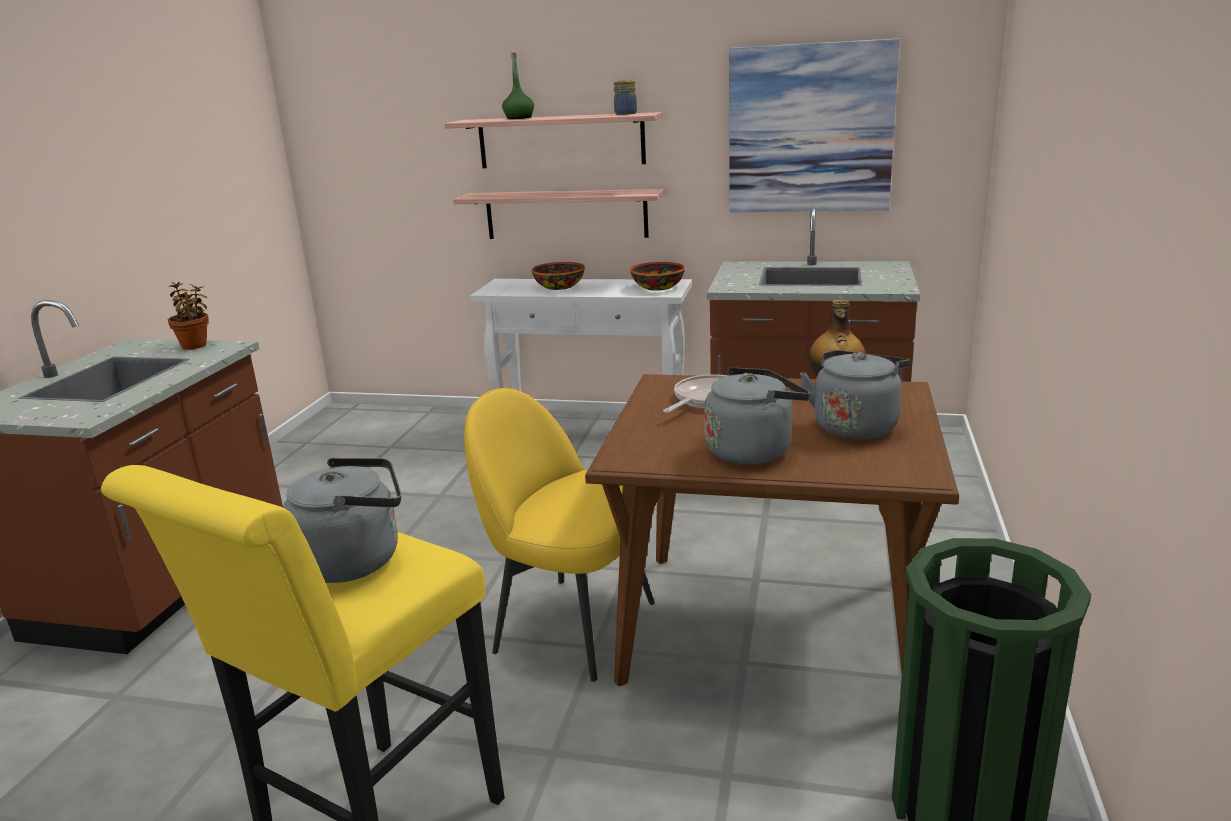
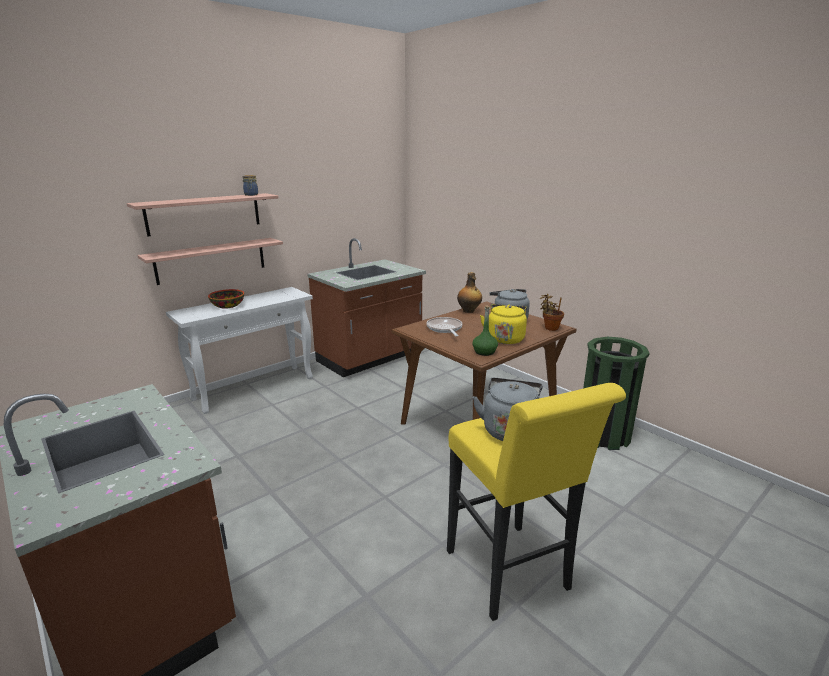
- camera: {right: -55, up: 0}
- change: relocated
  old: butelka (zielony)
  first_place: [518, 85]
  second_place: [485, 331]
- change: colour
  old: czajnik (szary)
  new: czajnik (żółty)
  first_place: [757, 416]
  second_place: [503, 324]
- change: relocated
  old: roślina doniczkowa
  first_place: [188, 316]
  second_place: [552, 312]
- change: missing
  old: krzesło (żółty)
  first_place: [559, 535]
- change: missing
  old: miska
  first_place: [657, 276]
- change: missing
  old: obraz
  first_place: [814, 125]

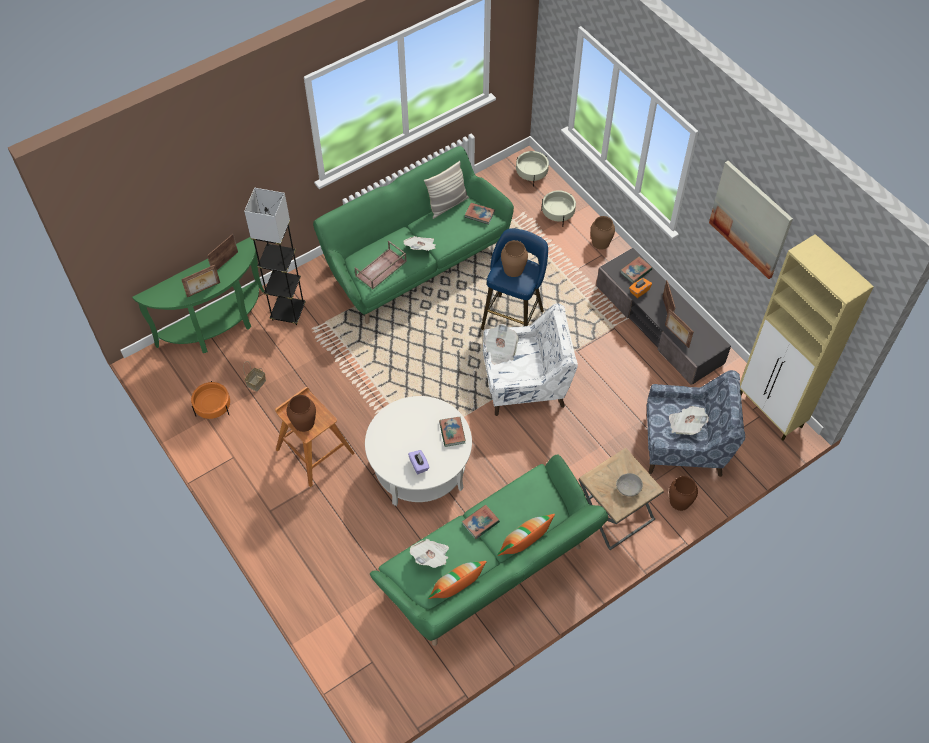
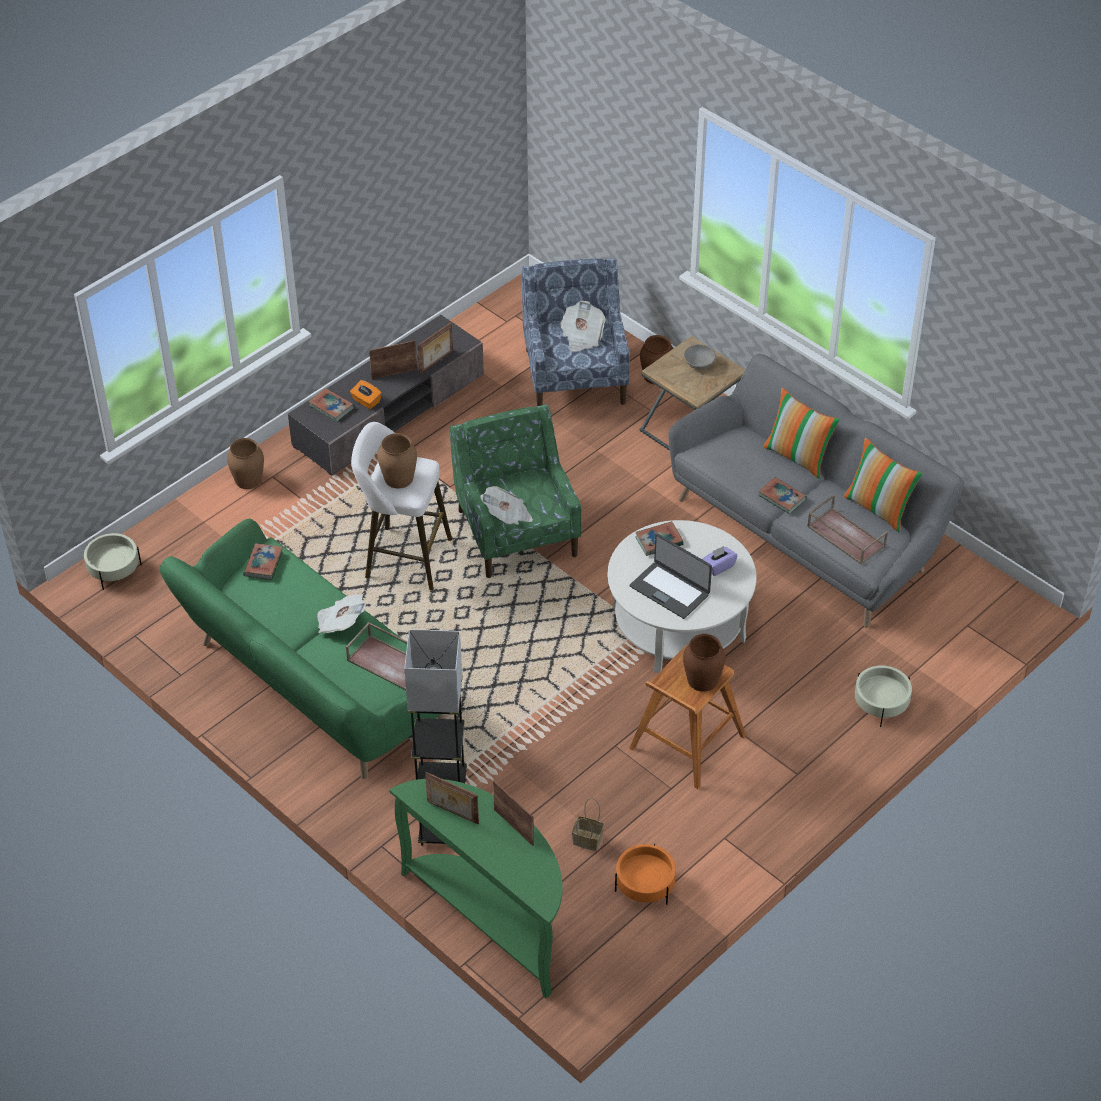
- camera: {right: -100, up: -10}
- change: colour
  old: stołek (niebieski)
  new: stołek (biały)
  first_place: [514, 279]
  second_place: [401, 506]
- change: colour
  old: fotel (biały)
  new: fotel (zielony)
  first_place: [530, 359]
  second_place: [515, 491]
- change: appeared
  new: laptop
  second_place: [671, 576]
- change: colour
  old: kanapa (zielony)
  new: kanapa (szary)
  first_place: [489, 550]
  second_place: [816, 491]
- change: exchanged
  old: gazeta
  new: taca (brązowy)
  first_place: [429, 553]
  second_place: [847, 530]
- change: relocated
  old: donica (beżowy)
  first_place: [558, 208]
  second_place: [883, 696]
- change: missing
  old: poduszka
  first_place: [446, 190]
- change: missing
  old: obraz
  first_place: [751, 220]
- change: missing
  old: szafka (beżowy)
  first_place: [807, 337]

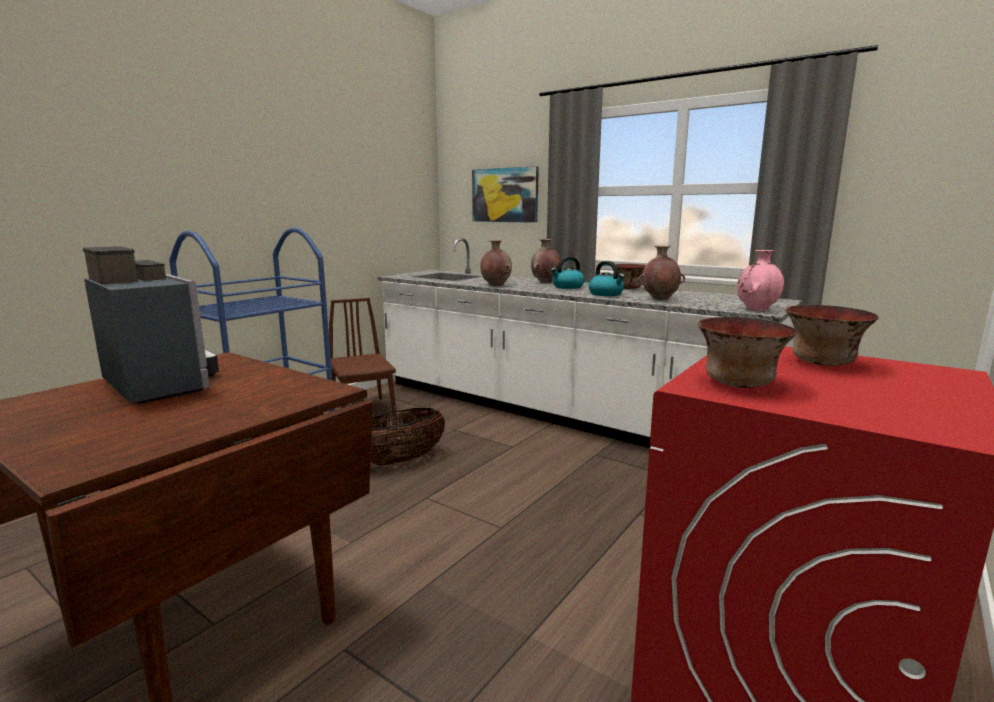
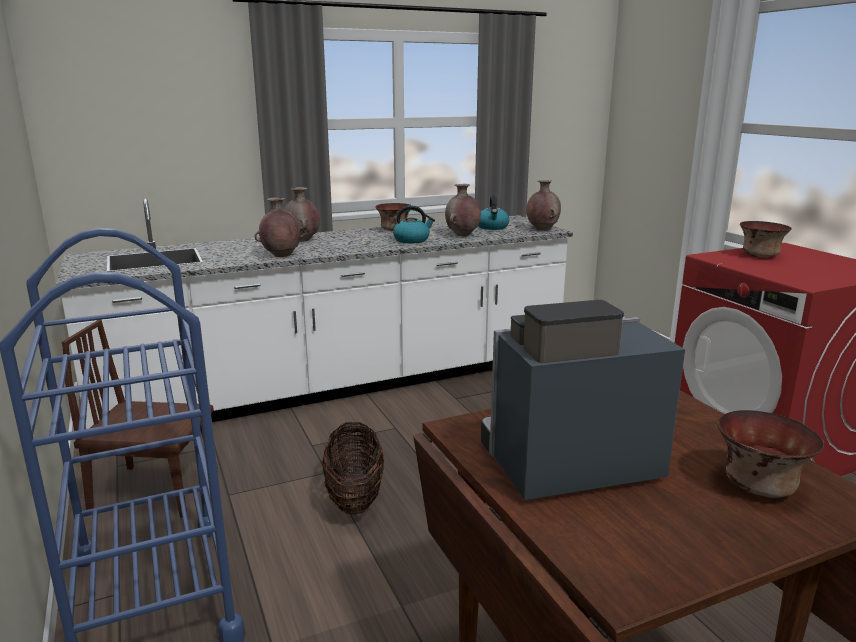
- camera: {right: -60, up: 5}
- change: relocated
  old: czajnik
  first_place: [568, 272]
  second_place: [493, 212]
- change: colour
  old: wazon (różowy)
  new: wazon (brązowy)
  first_place: [760, 280]
  second_place: [543, 205]
- change: relocated
  old: miska
  first_place: [747, 352]
  second_place: [771, 454]
- change: missing
  old: obraz
  first_place: [505, 194]

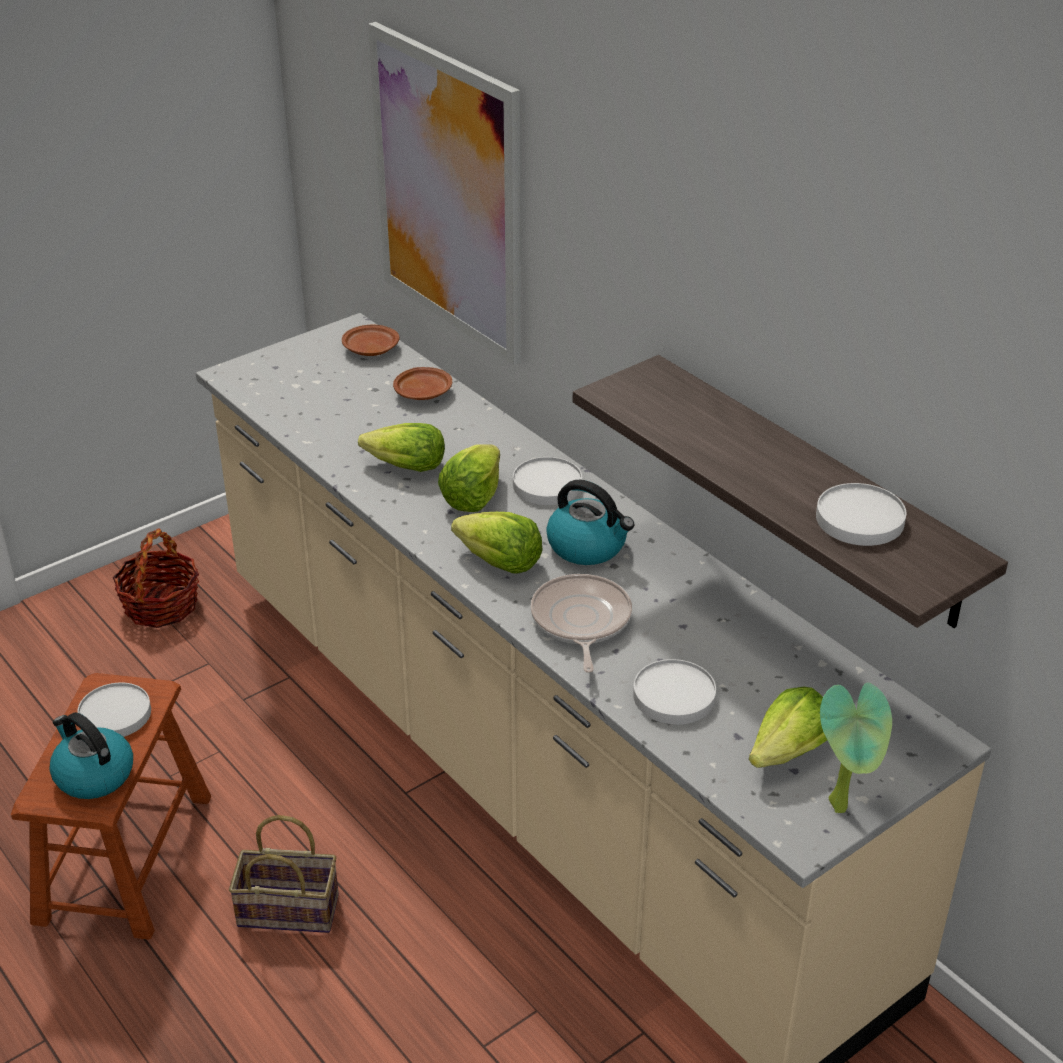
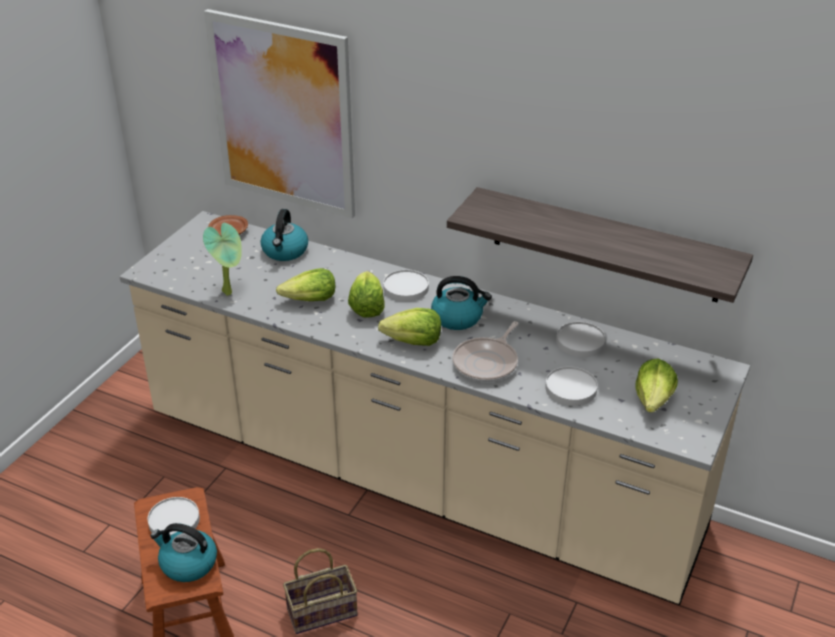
- camera: {right: -25, up: 0}
- change: relocated
  old: roślina doniczkowa
  first_place: [856, 747]
  second_place: [222, 259]
- change: exchanged
  old: talerz (brązowy)
  new: czajnik
  first_place: [422, 383]
  second_place: [284, 235]
- change: spun
  old: patelnia
  first_place: [581, 623]
  second_place: [485, 351]
  degrees: -120
- change: relocated
  old: talerz (biały)
  first_place: [861, 514]
  second_place: [581, 339]
- change: missing
  old: koszyk
  first_place: [156, 578]

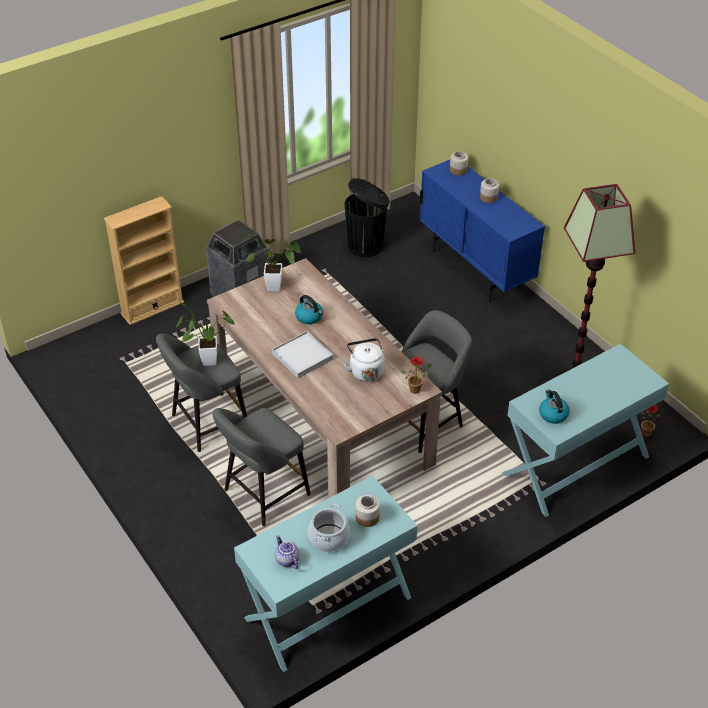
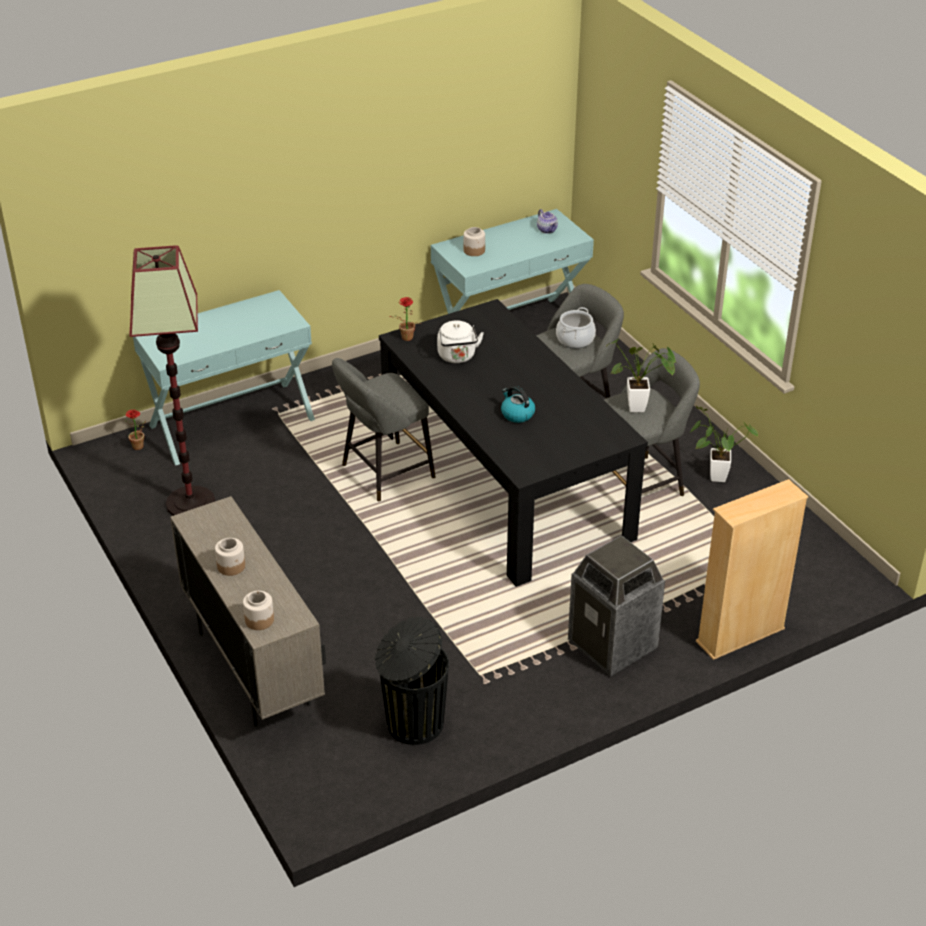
- camera: {right: -175, up: -5}
- change: colour
  old: szafka (niebieski)
  new: szafka (beżowy)
  first_place: [482, 231]
  second_place: [248, 611]
- change: colour
  old: stół jadalny (beżowy)
  new: stół jadalny (czarny)
  first_place: [324, 378]
  second_place: [513, 443]
- change: relocated
  old: garnek
  first_place: [329, 528]
  second_place: [576, 327]
- change: relocated
  old: roślina doniczkowa
  first_place: [272, 261]
  second_place: [723, 444]
- change: missing
  old: taca (biały)
  first_place: [302, 354]
- change: missing
  old: czajnik
  first_place: [554, 407]

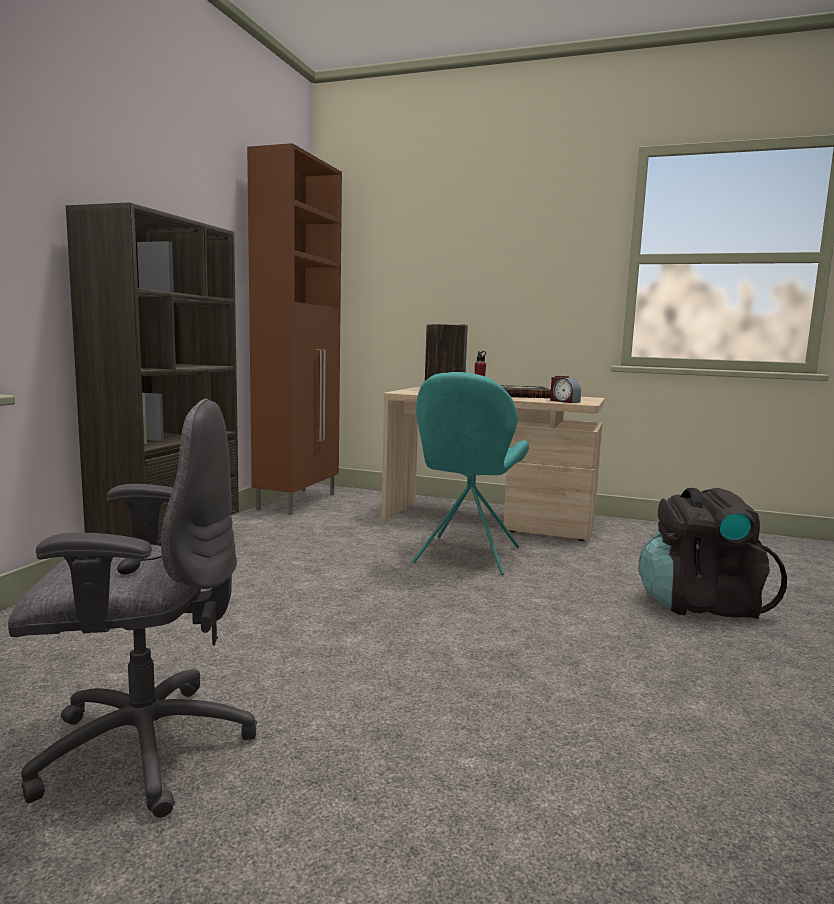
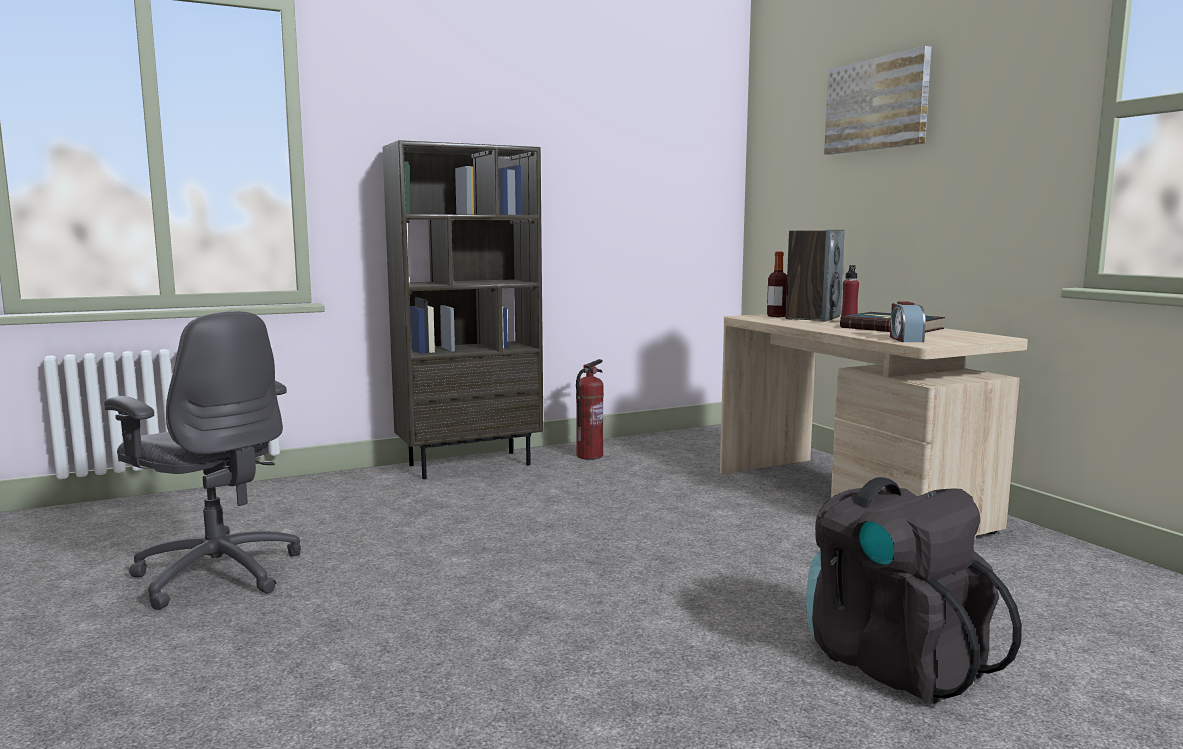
- camera: {right: 45, up: 0}
- change: appeared
  new: gaśnica
  second_place: [590, 409]
- change: appeared
  new: butelka
  second_place: [777, 284]
- change: appeared
  new: obraz
  second_place: [878, 100]
- change: missing
  old: szafka (brązowy)
  first_place: [294, 329]
- change: missing
  old: krzesło (turkusowy)
  first_place: [470, 473]

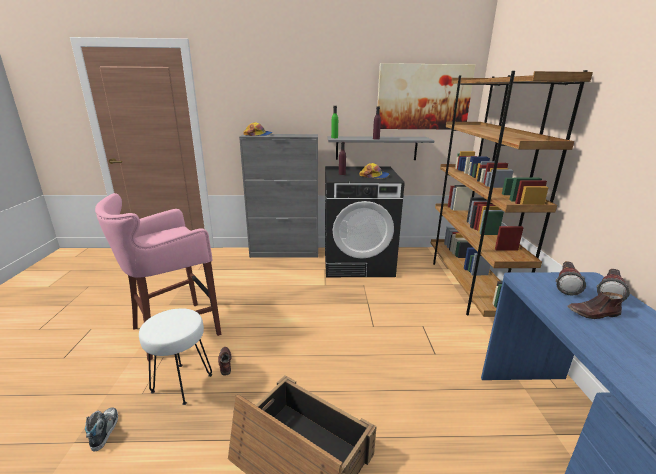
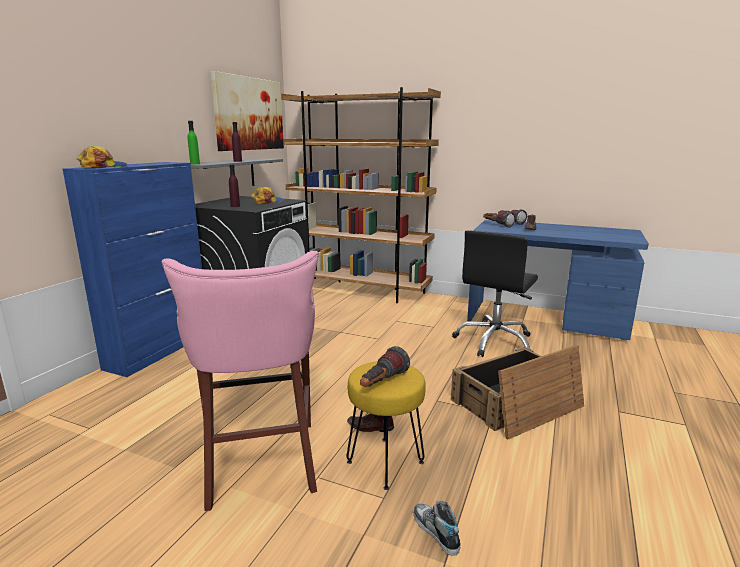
- camera: {right: -65, up: -5}
- change: colour
  old: szafka (szary)
  new: szafka (niebieski)
  first_place: [278, 196]
  second_place: [132, 269]
- change: colour
  old: stołek (biały)
  new: stołek (żółty)
  first_place: [175, 356]
  second_place: [386, 425]
- change: appeared
  new: latarka
  second_place: [385, 366]
- change: spun
  old: but
  first_place: [101, 429]
  second_place: [437, 528]
  degrees: 45
- change: appeared
  new: krzesło biurowe (czarny)
  second_place: [495, 293]

